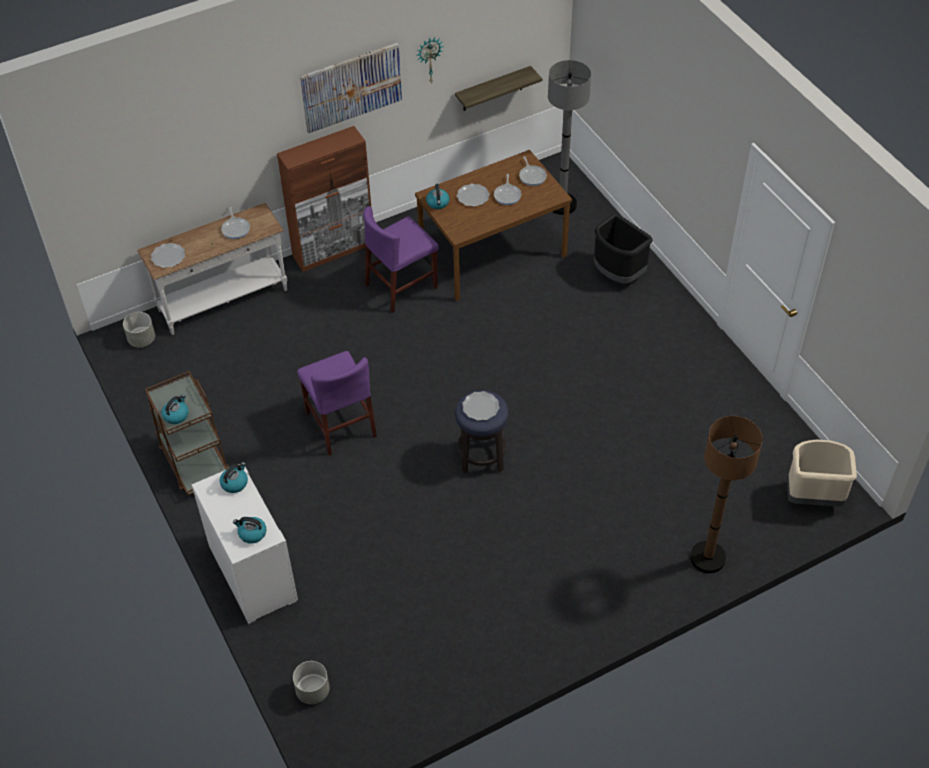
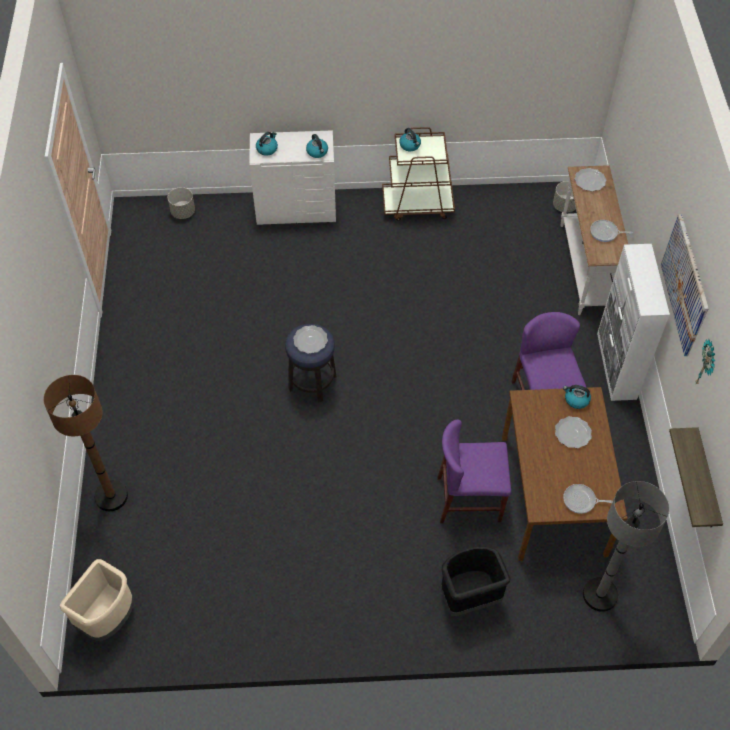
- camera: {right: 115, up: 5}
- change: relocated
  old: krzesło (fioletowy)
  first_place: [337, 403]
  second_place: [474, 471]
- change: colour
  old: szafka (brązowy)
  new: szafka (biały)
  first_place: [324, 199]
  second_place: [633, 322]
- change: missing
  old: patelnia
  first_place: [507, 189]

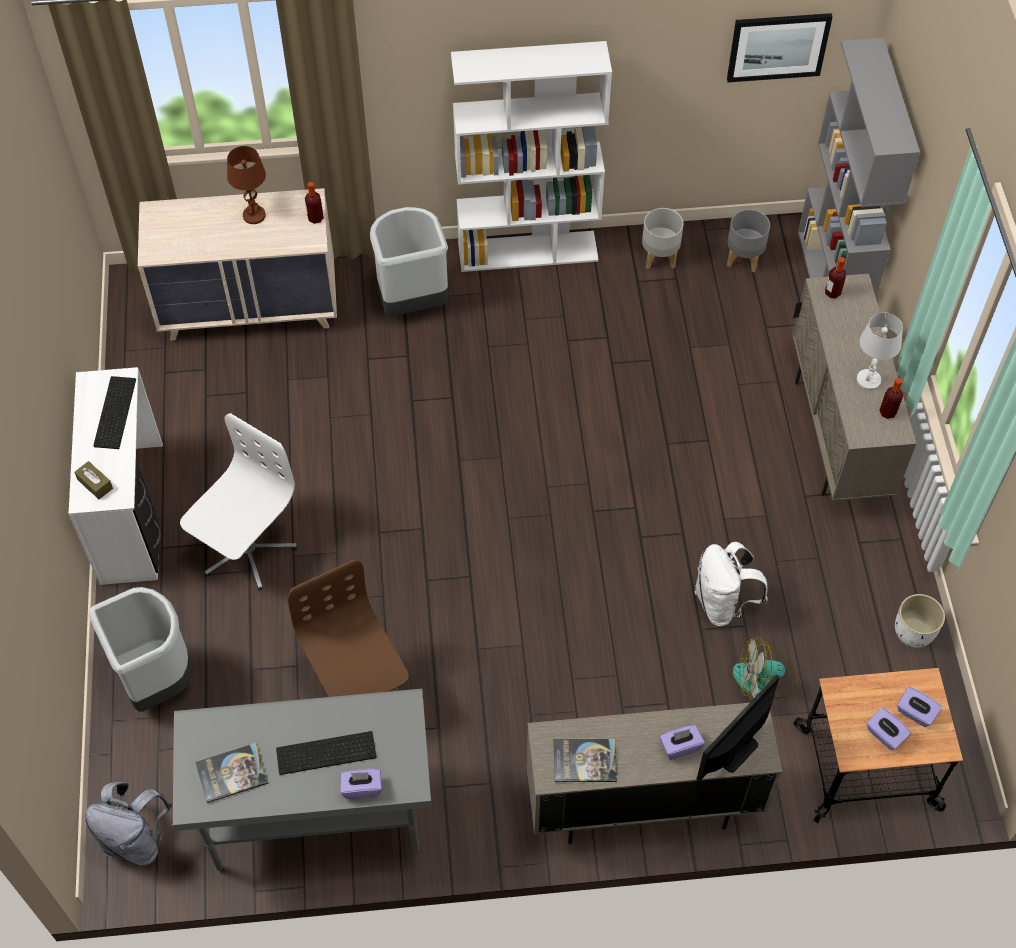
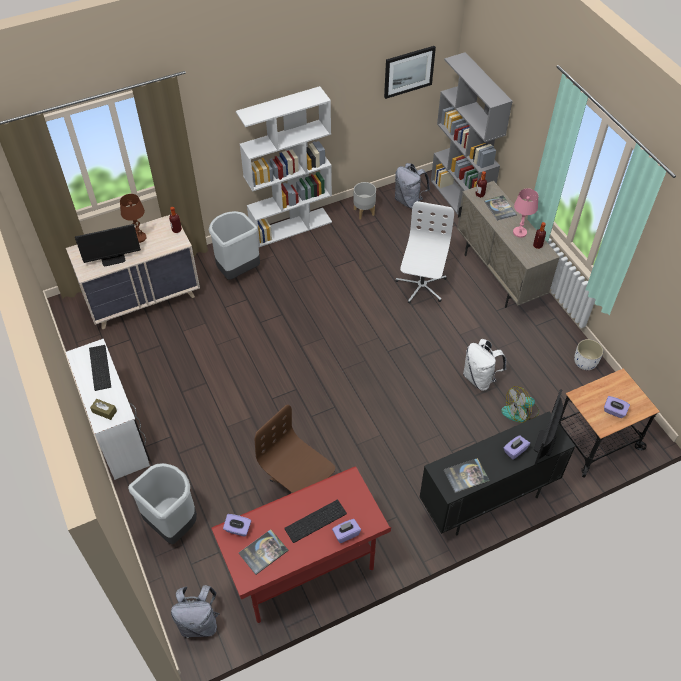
- camera: {right: -20, up: -5}
- change: appeared
  new: monitor
  second_place: [108, 245]
- change: colour
  old: biurko (szary)
  new: biurko (czerwony)
  first_place: [301, 780]
  second_place: [301, 544]
- change: relocated
  old: pudełko chusteczek (fioletowy)
  first_place: [919, 707]
  second_place: [237, 525]
- change: exchanged
  old: donica (szary)
  new: plecak (szary)
  first_place: [748, 241]
  second_place: [412, 186]
- change: relocated
  old: krzesło biurowe (biały)
  first_place: [238, 502]
  second_place: [424, 252]
- change: colour
  old: szafka (beżowy)
  new: szafka (czarny)
  first_place: [654, 773]
  second_place: [497, 473]
- change: appeared
  new: książka
  second_place: [500, 208]
- change: colour
  old: lampa stołowa (biały)
  new: lampa stołowa (różowy)
  first_place: [879, 351]
  second_place: [525, 213]

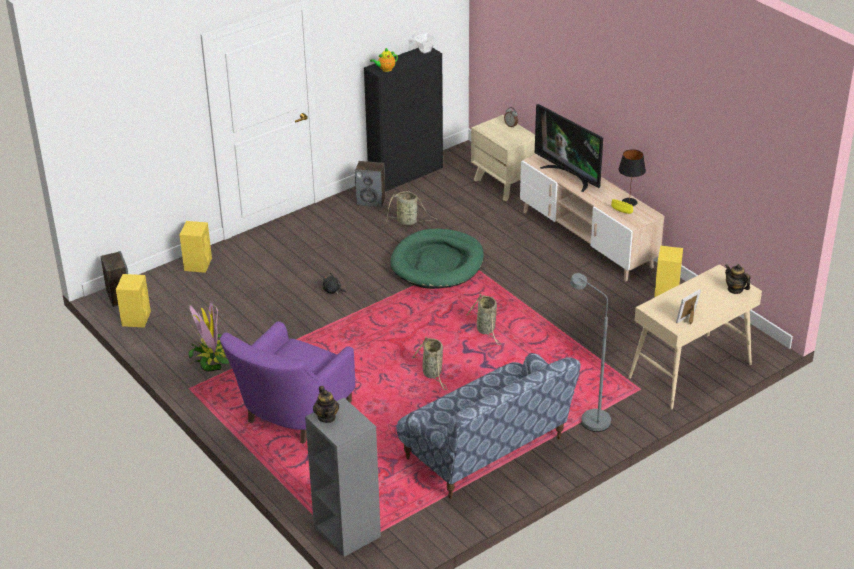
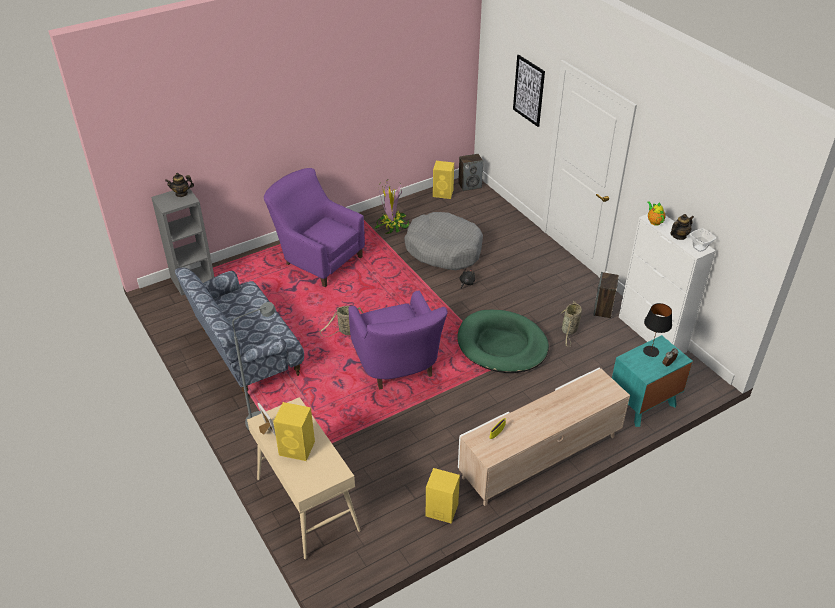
- camera: {right: 95, up: 5}
- change: relocated
  old: głośnik (żółty)
  first_place: [196, 247]
  second_place: [294, 431]
- change: exchanged
  old: koszyk
  new: fotel (fioletowy)
  first_place: [483, 319]
  second_place: [398, 340]
- change: appeared
  new: legowisko (szary)
  second_place: [443, 241]
- change: appeared
  new: obraz
  second_place: [529, 91]
- change: colour
  old: szafka nocna (beżowy)
  new: szafka nocna (turkusowy)
  first_place: [503, 158]
  second_place: [652, 381]
- change: colour
  old: szafka (czarny)
  new: szafka (biały)
  first_place: [403, 120]
  second_place: [667, 283]
- change: relocated
  old: lampa stołowa (czarny)
  first_place: [632, 177]
  second_place: [657, 330]
- change: relocated
  old: imbryk
  first_place: [738, 279]
  second_place: [682, 227]
- change: missing
  old: telewizor
  first_place: [569, 148]

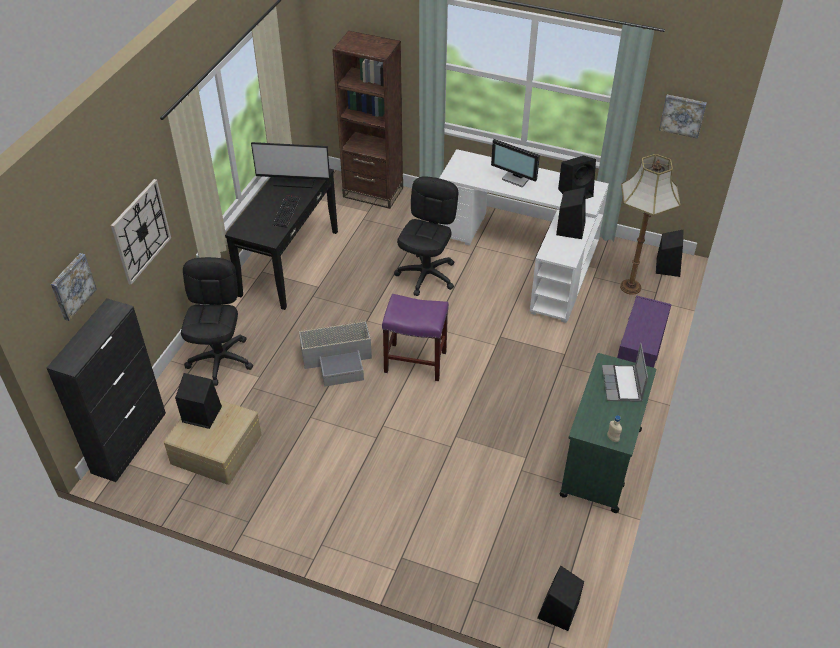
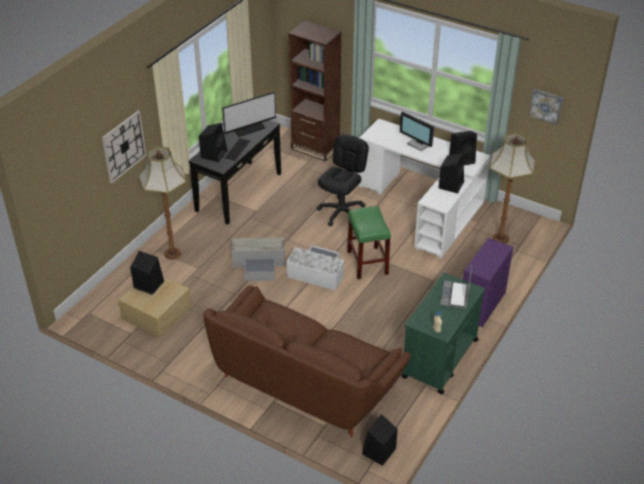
- camera: {right: 10, up: -5}
- change: exchanged
  old: krzesło biurowe (czarny)
  new: lampa stojąca
  first_place: [217, 321]
  second_place: [162, 203]
- change: relocated
  old: głośnik (czarny)
  first_place: [670, 253]
  second_place: [213, 142]
- change: appeared
  new: kanapa (brązowy)
  second_place: [307, 361]
- change: spun
  old: monitor
  first_place: [290, 165]
  second_place: [249, 114]
  degrees: -45
- change: exchanged
  old: stołek (fioletowy)
  new: pojemnik do przechowywania (biały)
  first_place: [415, 337]
  second_place: [315, 268]
- change: appeared
  new: stołek (zielony)
  second_place: [369, 242]
- change: missing
  old: szafka (czarny)
  first_place: [106, 390]
- change: missing
  old: obraz
  first_place: [74, 287]

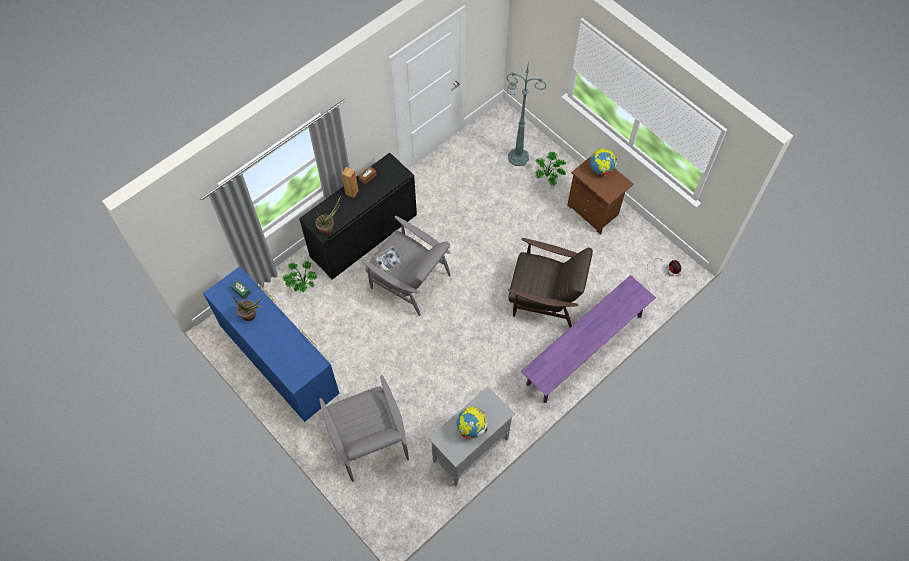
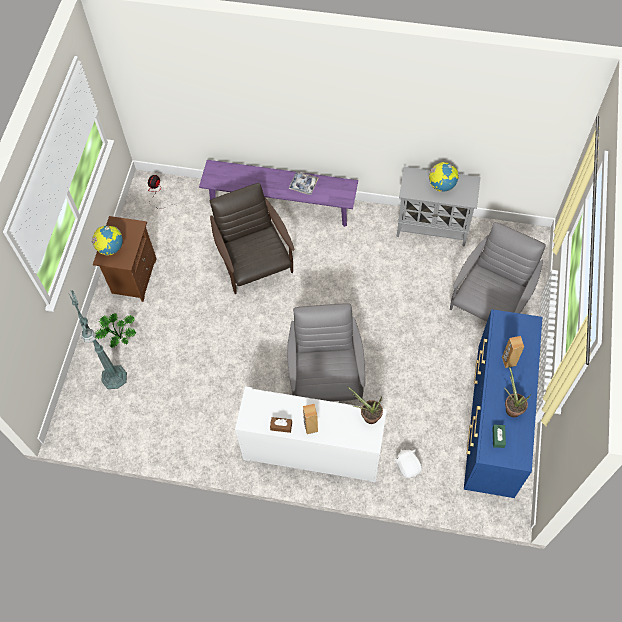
- camera: {right: -125, up: 0}
- change: colour
  old: szafka (czarny)
  new: szafka (biały)
  first_place: [358, 216]
  second_place: [311, 434]
- change: relocated
  old: taca
  first_place: [389, 259]
  second_place: [303, 183]
- change: exchanged
  old: roślina doniczkowa
  new: pluszak (biały)
  first_place: [300, 276]
  second_place: [408, 463]
- change: appeared
  new: głośnik (brązowy)
  second_place: [513, 352]

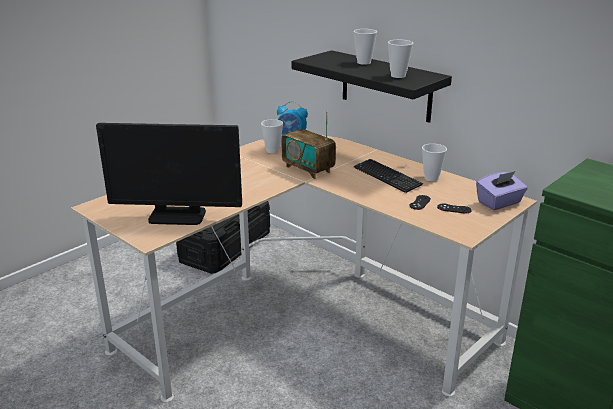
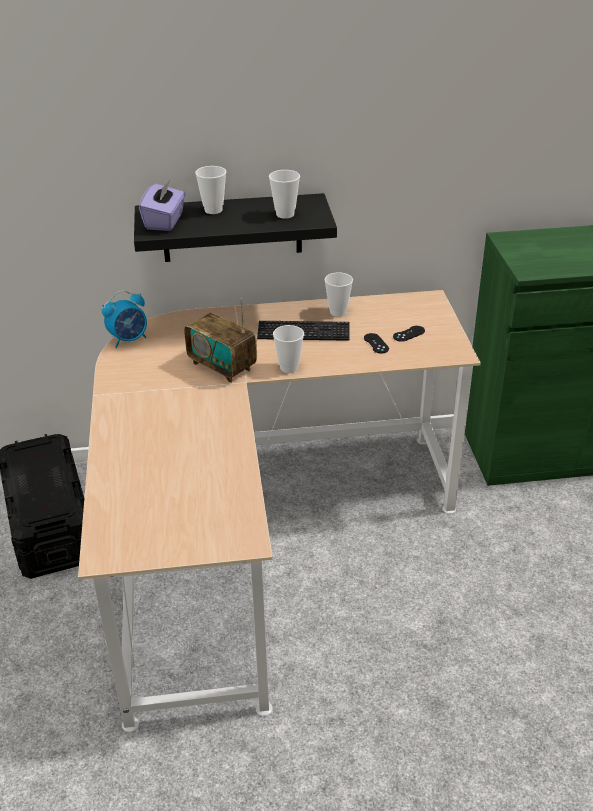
- camera: {right: -50, up: 10}
- change: relocated
  old: pudełko chusteczek (fioletowy)
  first_place: [502, 190]
  second_place: [162, 205]
- change: spun
  old: radio
  first_place: [308, 145]
  second_place: [220, 340]
  degrees: 45
- change: relocated
  old: filiżanka
  first_place: [272, 136]
  second_place: [288, 349]
- change: missing
  old: monitor
  first_place: [169, 174]

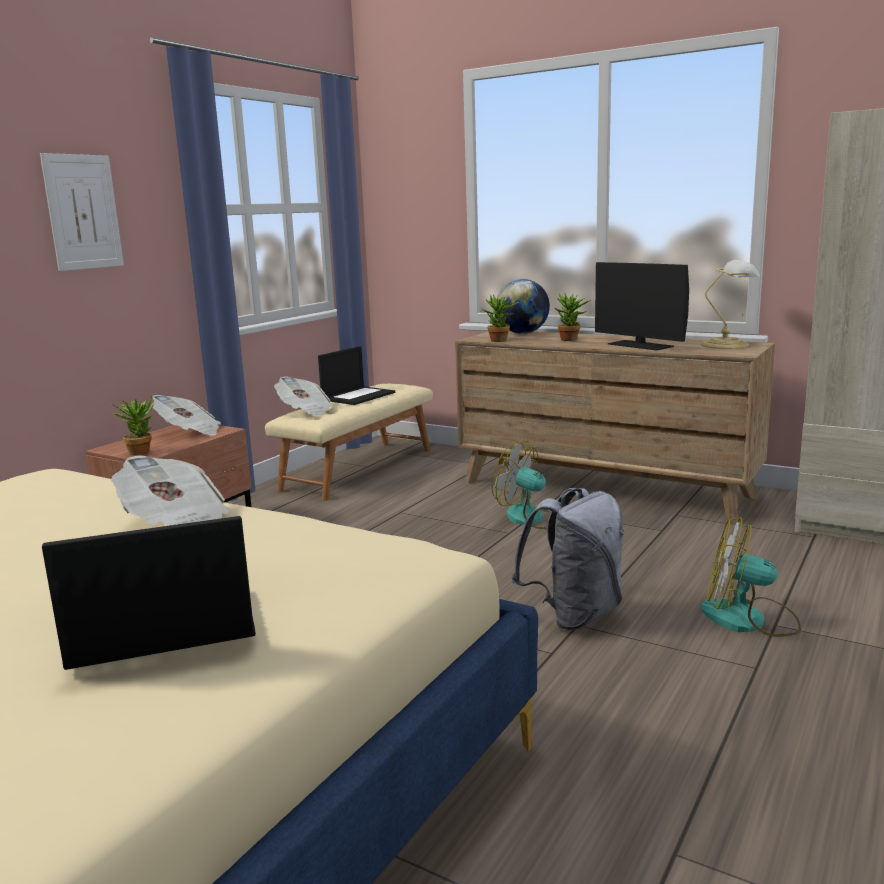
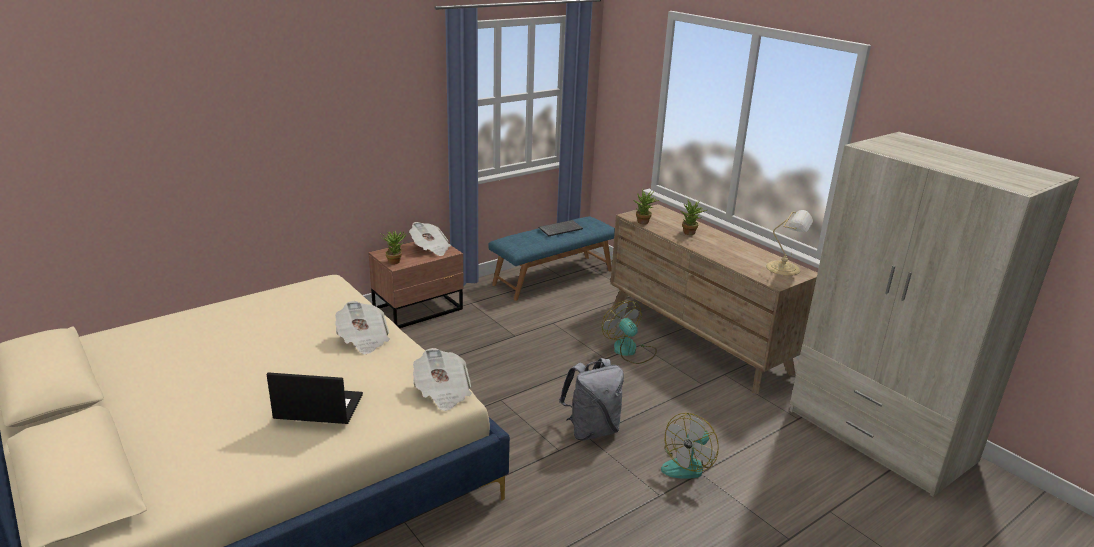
- camera: {right: 20, up: 10}
- change: relocated
  old: gazeta
  first_place: [304, 396]
  second_place: [442, 379]
- change: colour
  old: ławka (beżowy)
  new: ławka (niebieski)
  first_place: [349, 442]
  second_place: [551, 258]
- change: exchanged
  old: laptop
  new: klawiatura
  first_place: [356, 375]
  second_place: [561, 228]
- change: spun
  old: wentylator
  first_place: [751, 577]
  second_place: [690, 446]
  degrees: -90
- change: missing
  old: obraz
  first_place: [82, 212]
- change: missing
  old: globus
  first_place: [523, 306]
- change: missing
  old: monitor
  first_place: [642, 306]

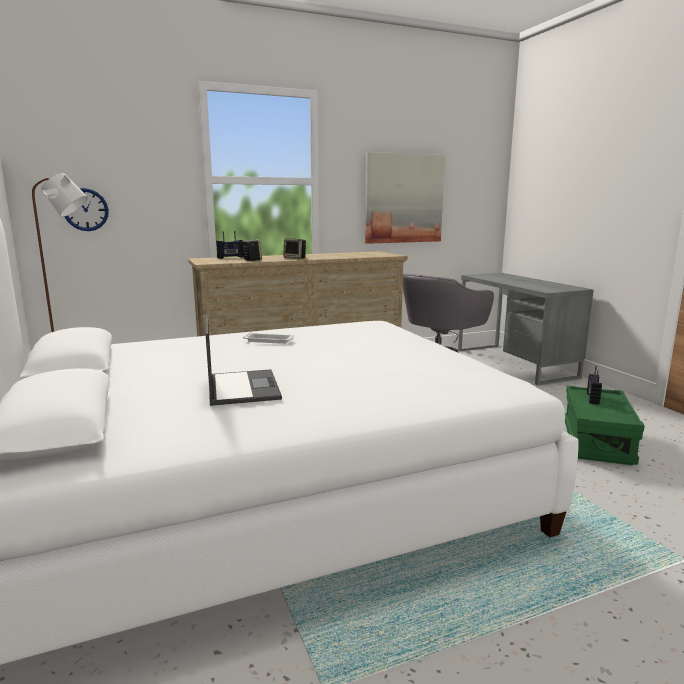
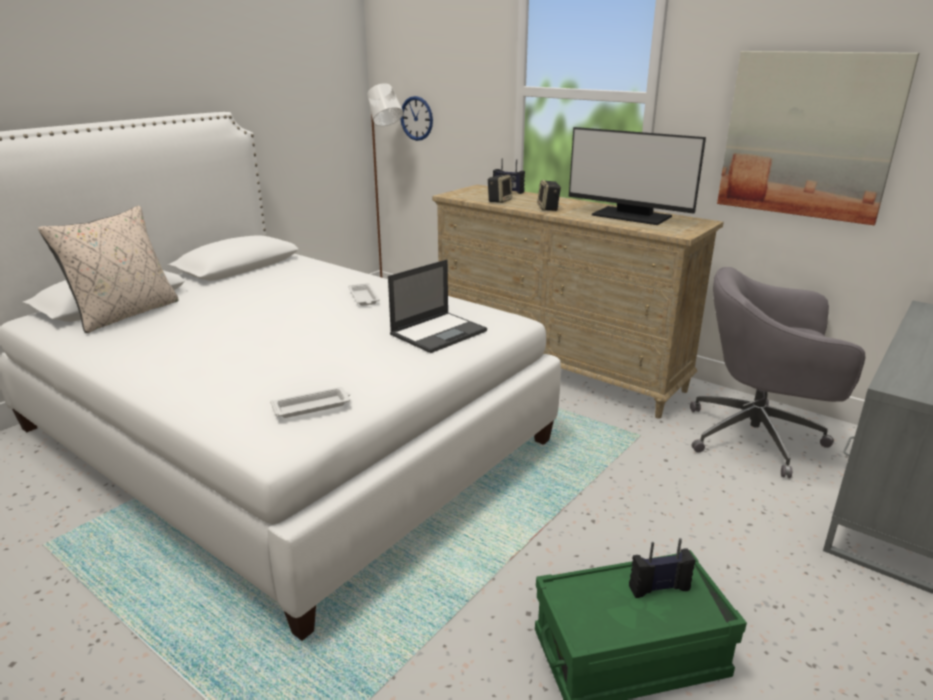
- camera: {right: 60, up: 10}
- change: appeared
  new: poduszka (beżowy)
  second_place: [108, 269]
- change: appeared
  new: taca (biały)
  second_place: [310, 402]
- change: relocated
  old: laptop
  first_place: [243, 360]
  second_place: [437, 306]
- change: appeared
  new: monitor
  second_place: [637, 176]

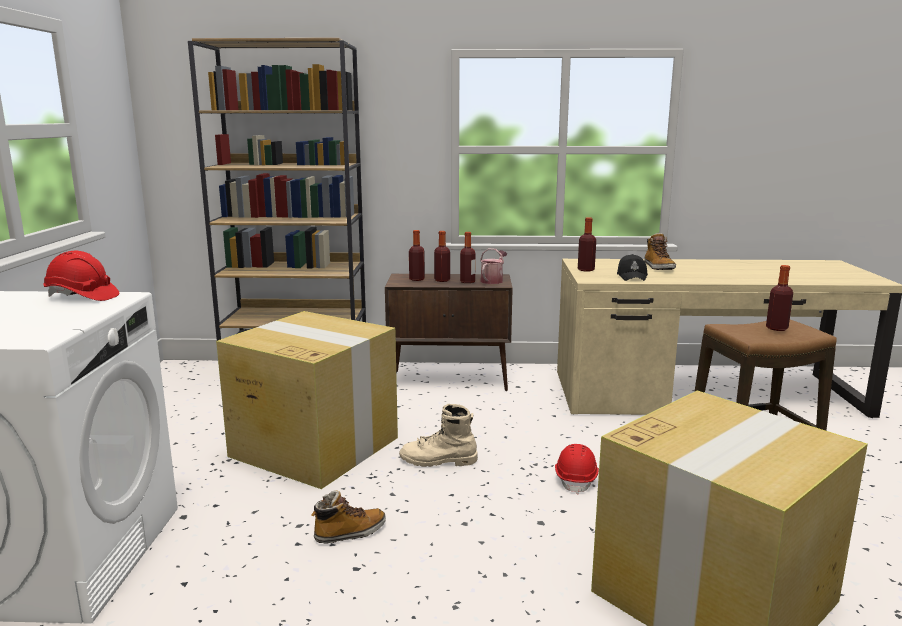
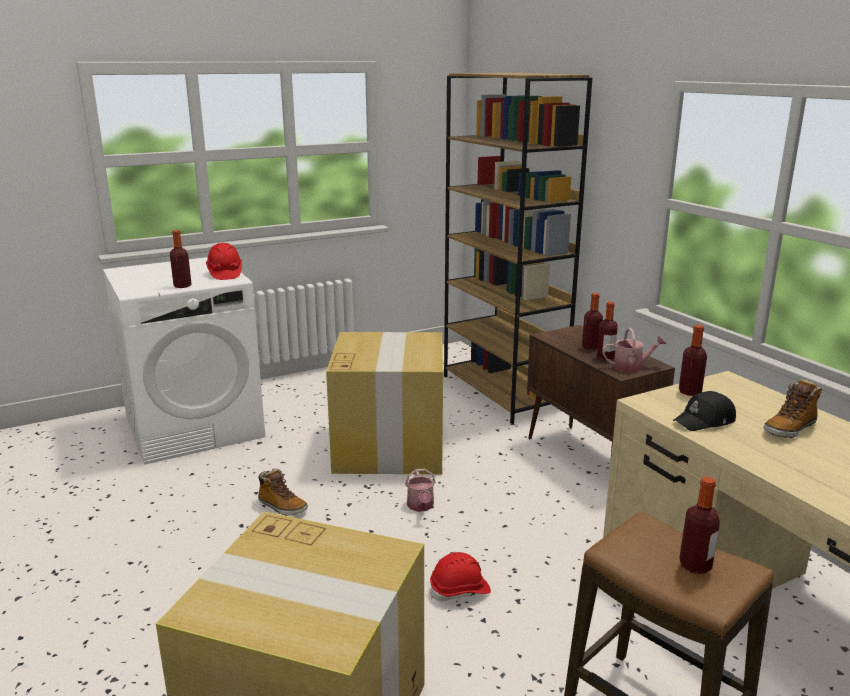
- camera: {right: 60, up: 5}
- change: relocated
  old: butelka
  first_place: [417, 255]
  second_place: [181, 259]
- change: exchanged
  old: but z cholewką (beżowy)
  new: konewka
  first_place: [438, 435]
  second_place: [420, 490]

